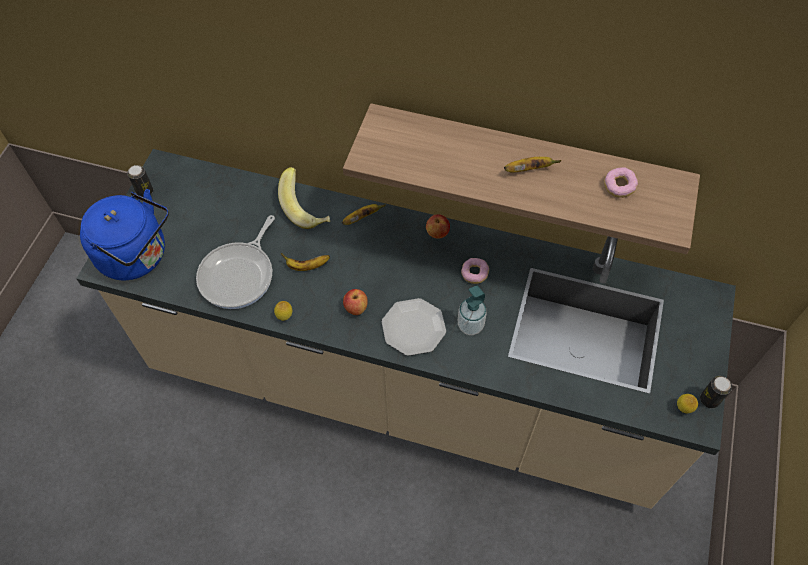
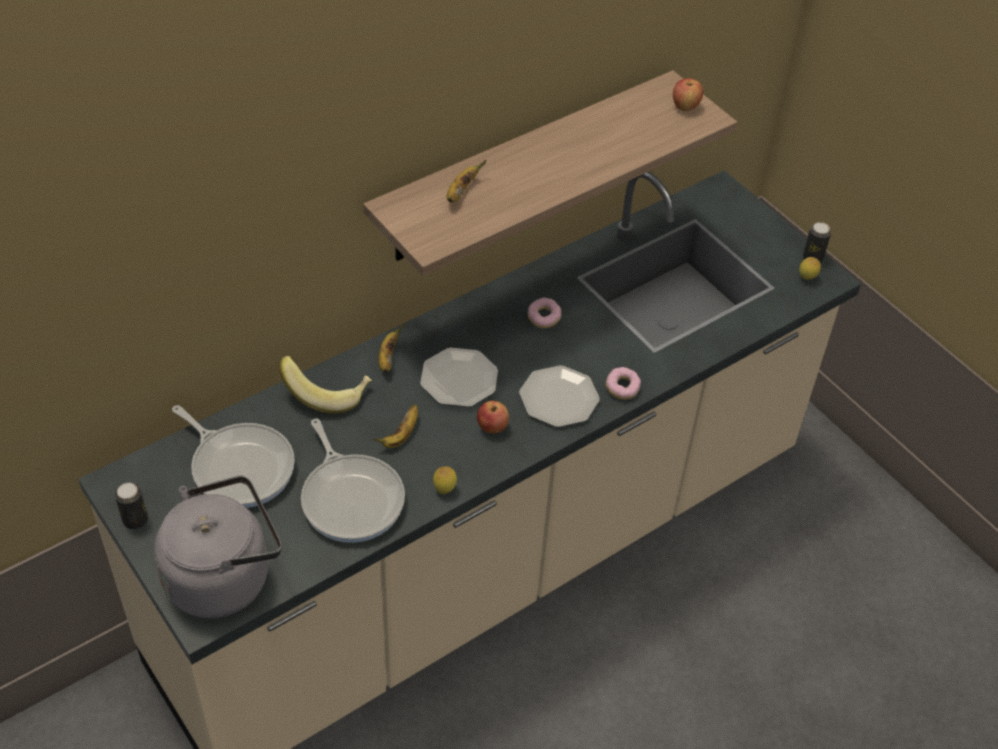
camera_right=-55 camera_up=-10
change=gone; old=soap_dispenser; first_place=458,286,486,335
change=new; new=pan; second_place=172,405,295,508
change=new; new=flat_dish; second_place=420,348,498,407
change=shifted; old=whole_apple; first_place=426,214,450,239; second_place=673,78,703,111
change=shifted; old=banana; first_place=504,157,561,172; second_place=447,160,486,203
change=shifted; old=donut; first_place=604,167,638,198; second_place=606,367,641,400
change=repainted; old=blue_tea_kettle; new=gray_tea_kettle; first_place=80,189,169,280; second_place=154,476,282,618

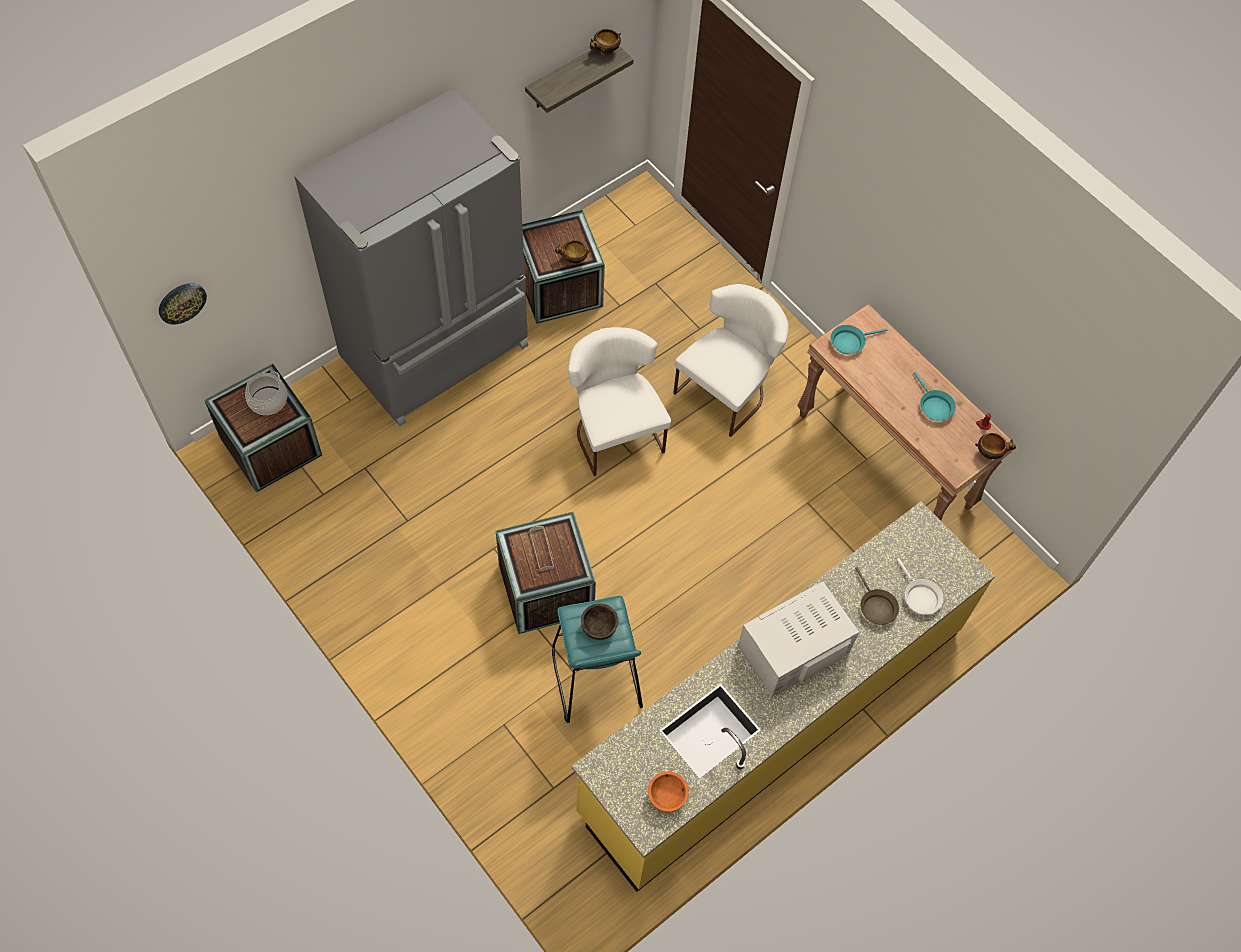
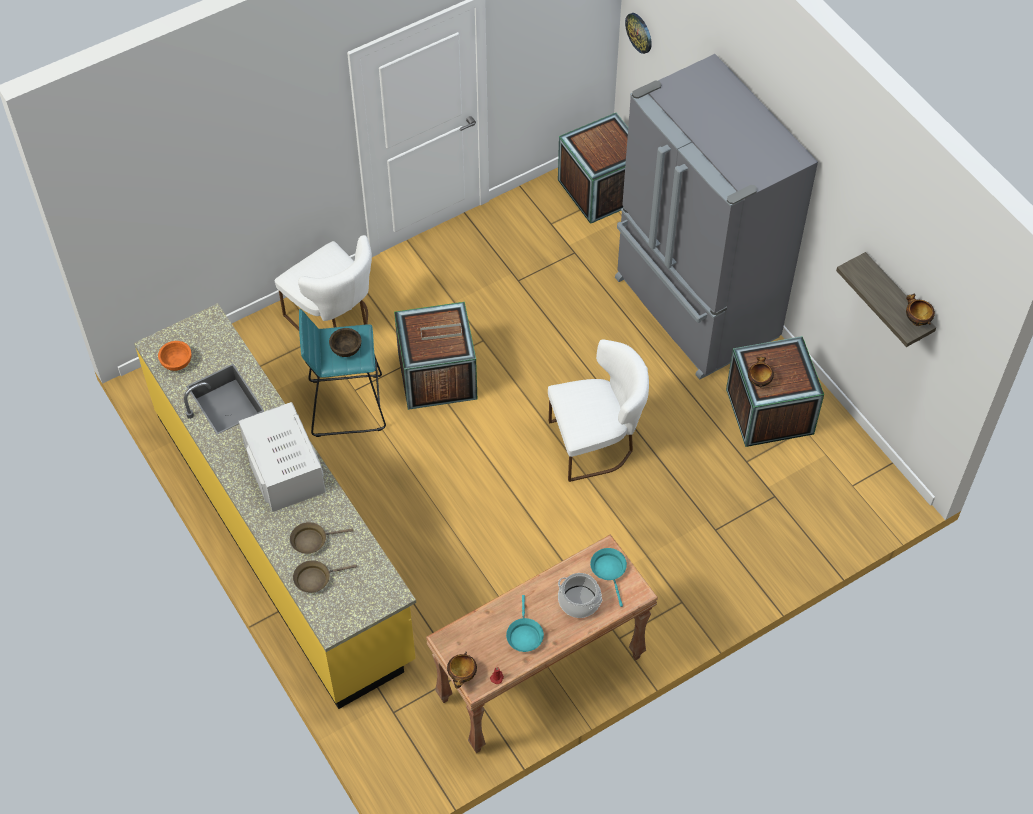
camera_right=100 camera_up=-5
change=shifted; old=saucepot; first_place=245,372,287,415; second_place=558,573,602,618
change=shifted; old=white-coloured_plain_chair; first_place=673,284,789,437; second_place=275,235,372,331
change=repainted; old=white-coloured_pan; new=brown_pan; first_place=897,558,943,615; second_place=293,560,357,593
change=rotated; old=blue-green_pan; first_place=914,372,956,421; second_place=506,595,544,652; degrees=-75

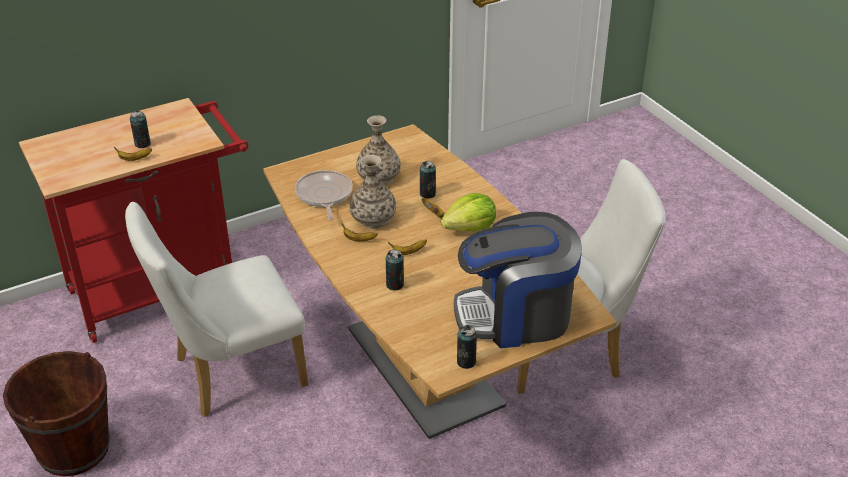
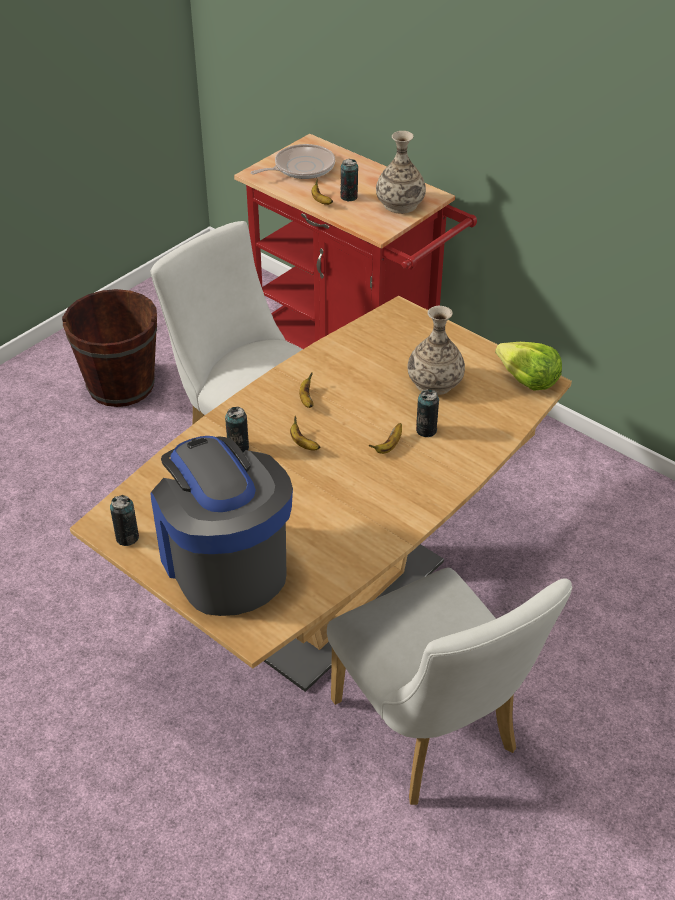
camera_right=70 camera_up=5
change=shifted; old=pan; first_place=295,170,353,220; second_place=250,144,335,179
change=shifted; old=decorative_vase; first_place=349,155,396,229; second_place=376,131,426,214
change=shifted; old=lettuce_head; first_place=441,193,496,231; second_place=495,342,562,391

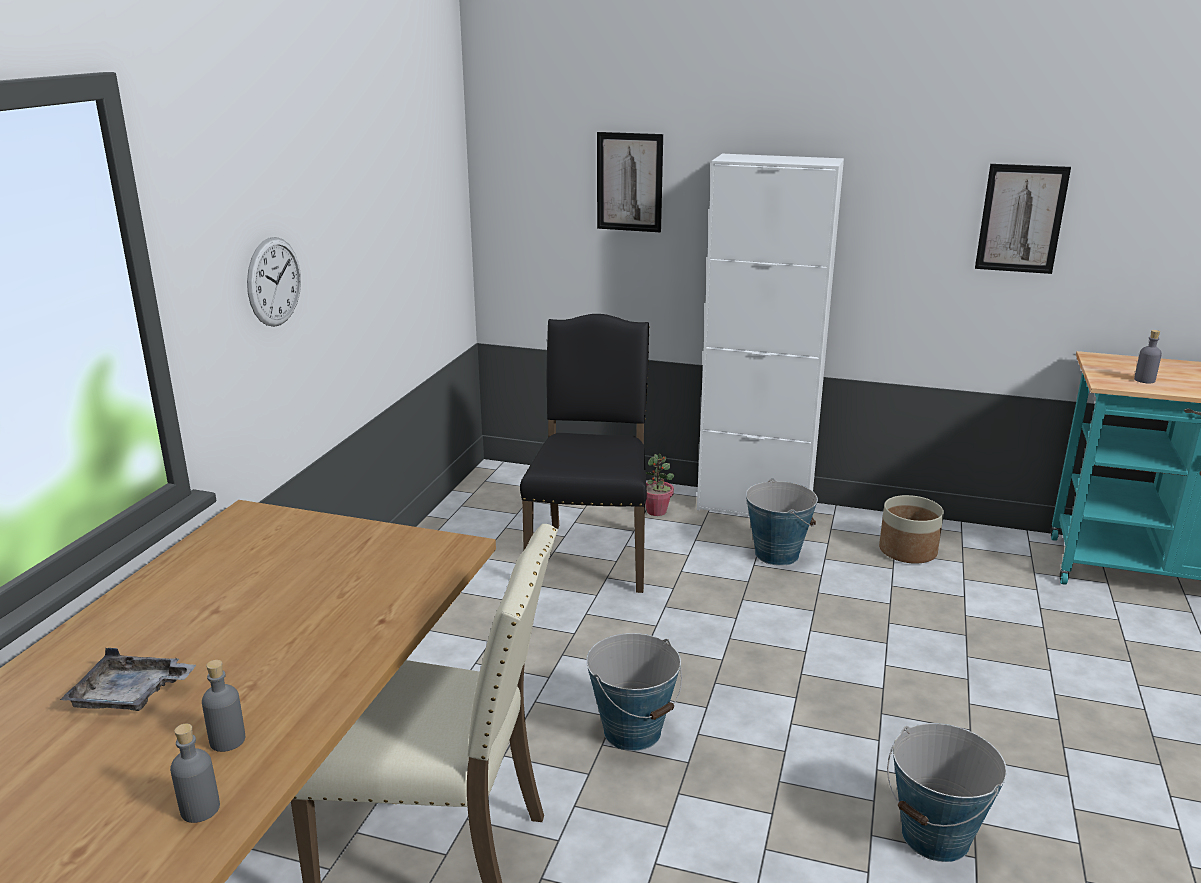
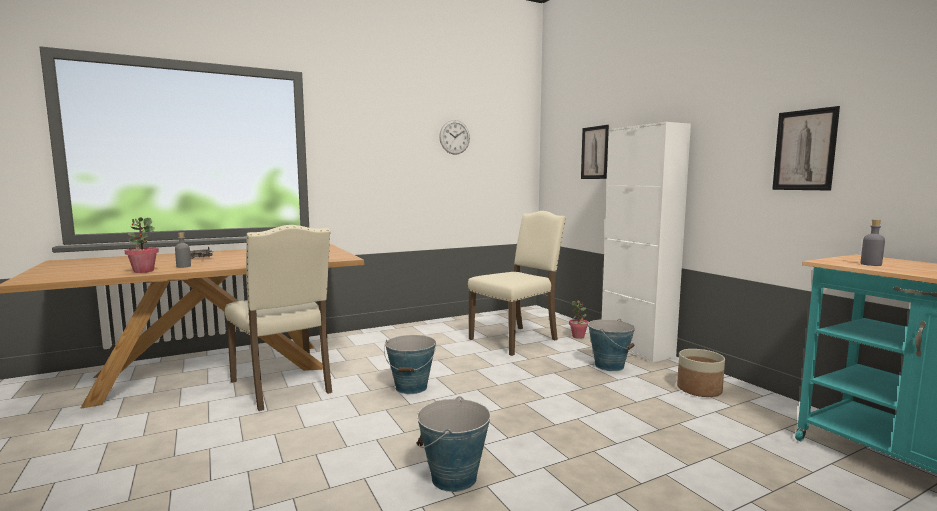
camera_right=45 camera_up=-15
change=shifted; old=clock_on_the_wall; first_place=247,237,301,327; second_place=439,120,470,155
change=swapped; old=gray_drink_bottle; new=houseplant; first_place=170,724,220,823; second_place=125,217,159,273
change=repainted; old=black_plain_chair; new=beige_plain_chair; first_place=520,314,650,593; second_place=468,211,566,356

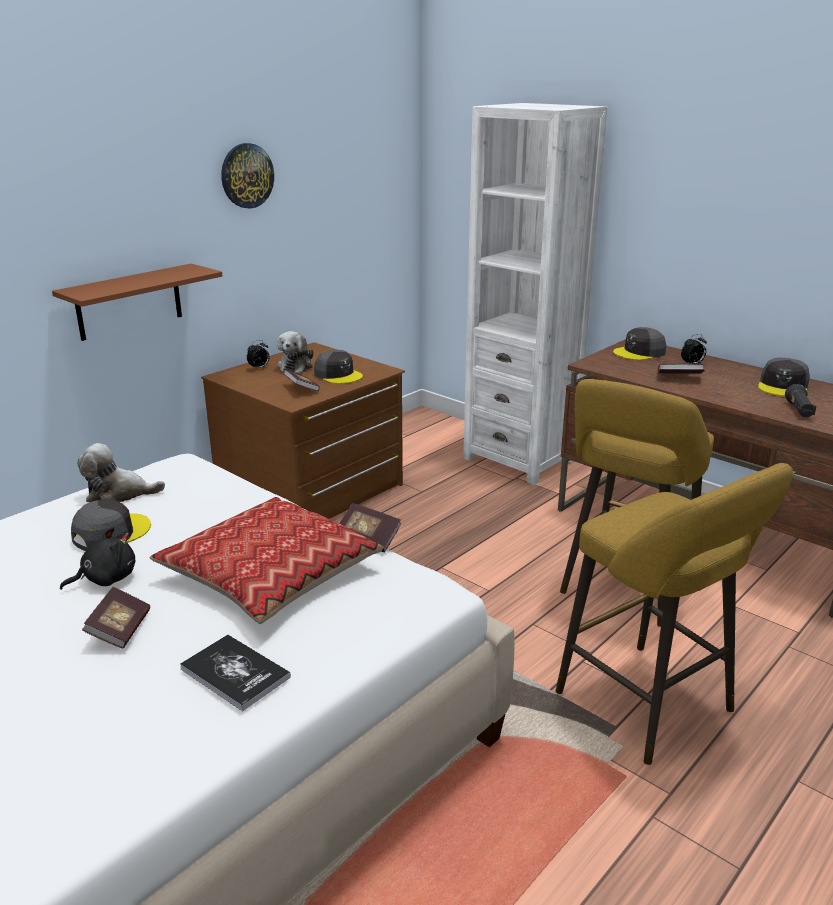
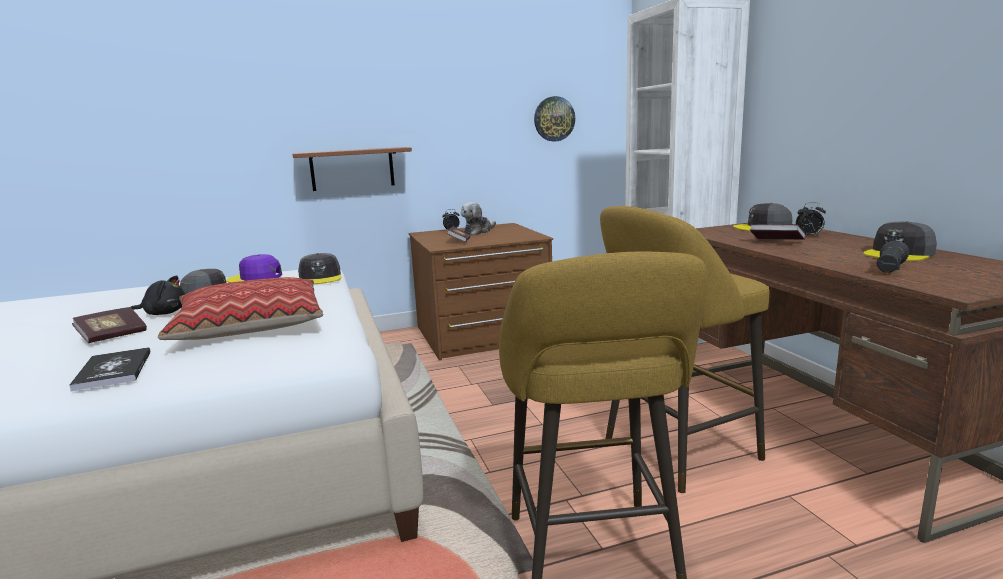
camera_right=30 camera_up=-10
change=gone; old=bound_book; first_place=339,503,402,552
change=shifted; old=clock_on_the_wall; first_place=221,143,274,209; second_place=534,96,575,141
change=shifted; old=gray_peaked_cap; first_place=314,350,363,384; second_place=298,253,341,284
change=swapped; old=plush_toy; new=purple-coloured_peaked_cap; first_place=77,443,165,502; second_place=226,254,282,283

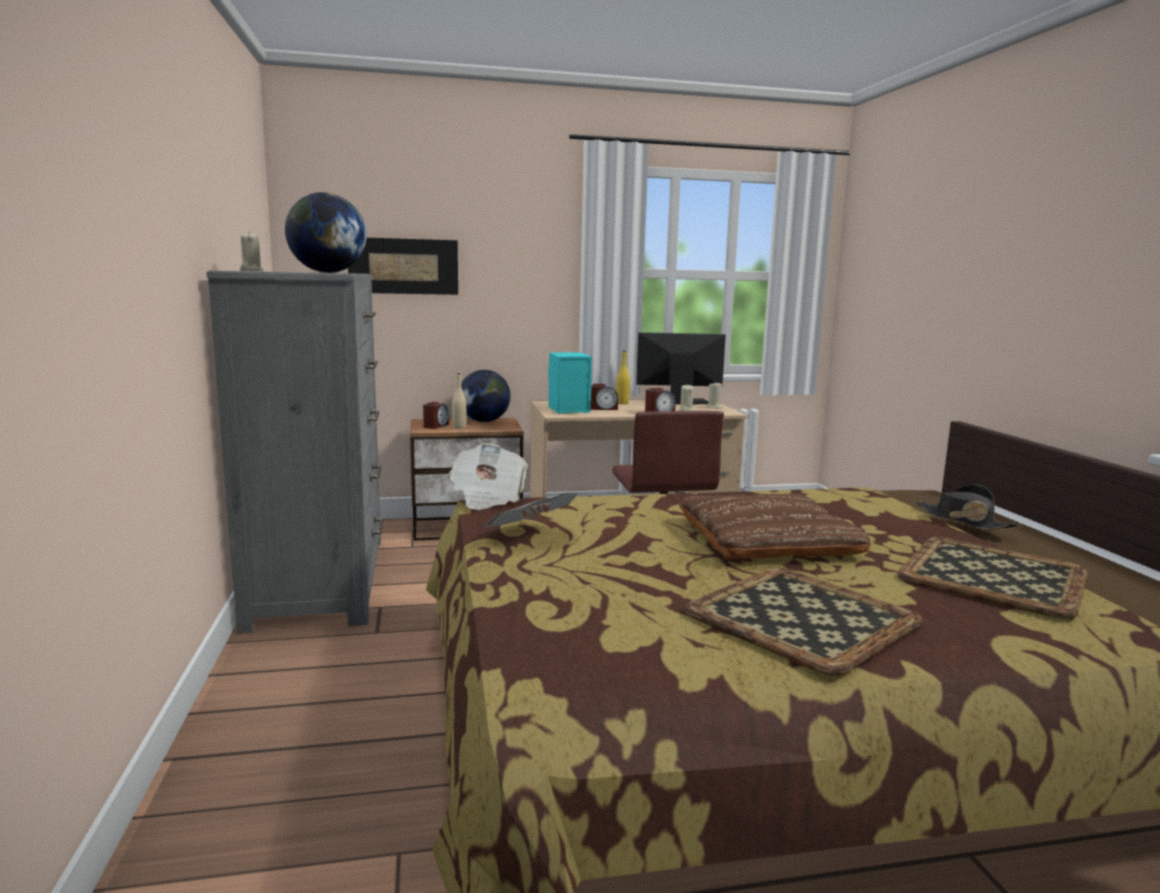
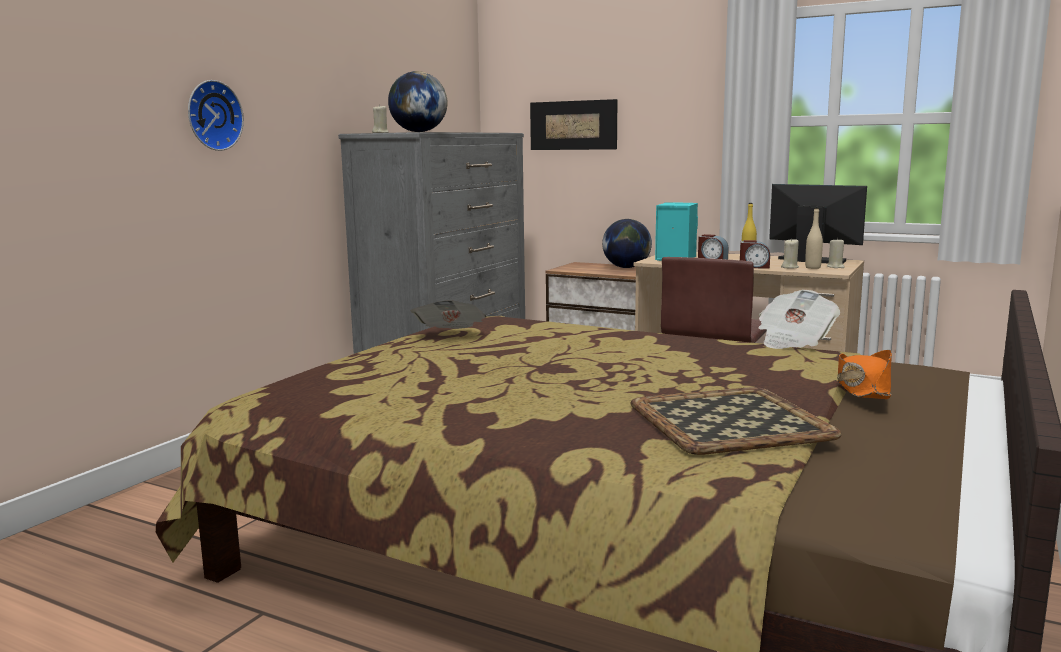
camera_right=40 camera_up=0
change=gone; old=table_clock; first_place=423,402,449,429
change=gone; old=brown_pillow; first_place=679,494,871,559
change=gone; old=carrying_tray; first_place=684,568,923,676
change=new; new=clock_on_the_wall; second_place=188,80,244,151
change=shifted; old=printed_paper; first_place=448,443,528,510; second_place=759,290,840,349
change=shifted; old=beige_drink_bottle; first_place=452,373,467,429; second_place=805,208,823,269
change=repainted; old=black_clothing_hat; new=orange-coloured_clothing_hat; first_place=916,484,1021,530; second_place=837,350,892,399

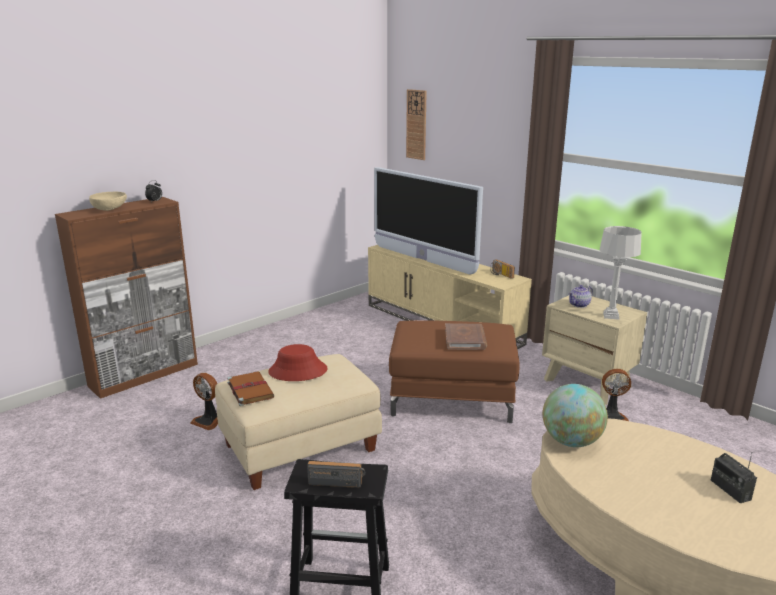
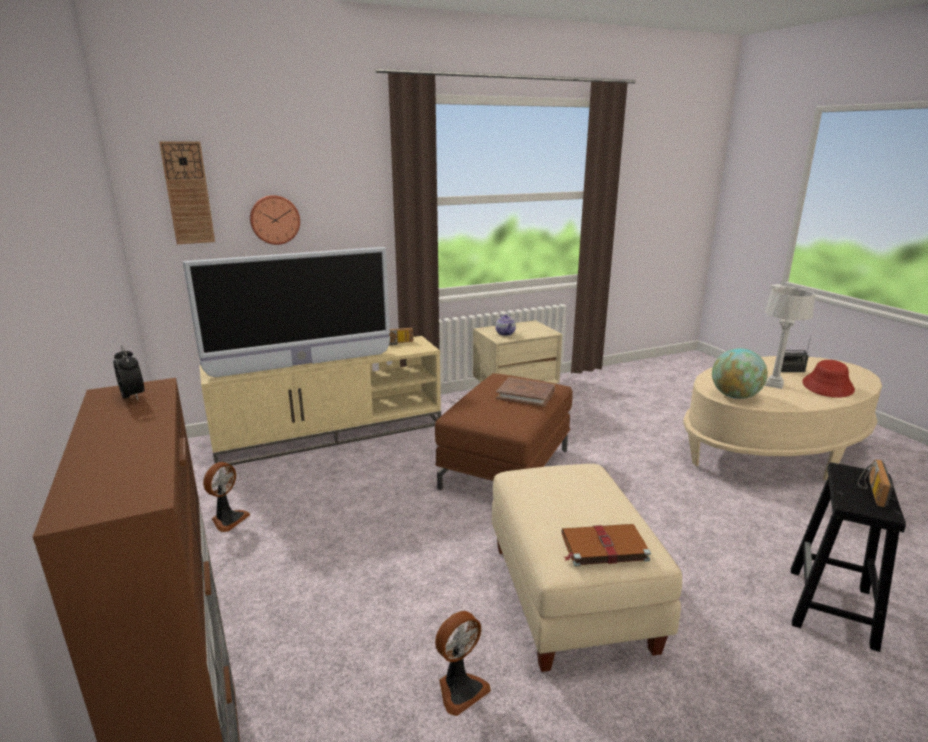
camera_right=-70 camera_up=0
change=gone; old=beige_deep_dish; first_place=89,192,127,211
change=new; new=clock_on_the_wall; second_place=250,195,300,245
change=shifted; old=red_clothing_hat; first_place=268,344,328,381; second_place=803,360,855,398
change=shifted; old=gray_lamp_for_a_table; first_place=600,226,641,320; second_place=765,287,815,389
change=shifted; old=electric_fan; first_place=602,369,631,421; second_place=203,462,250,532

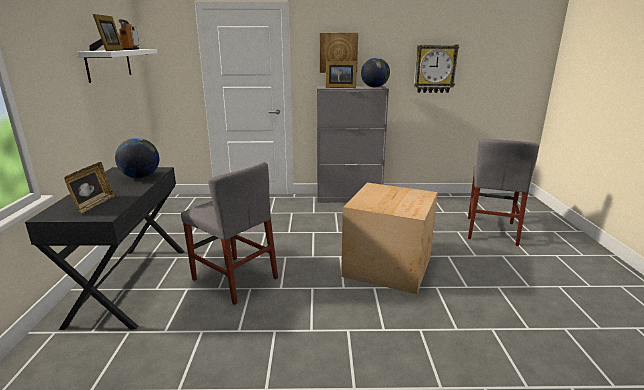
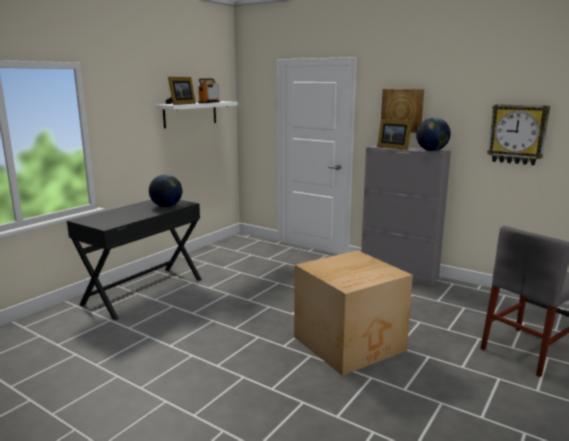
camera_right=35 camera_up=-5
change=gone; old=photo_frame; first_place=64,162,115,213
change=gone; old=gray_plain_chair; first_place=181,162,278,305

